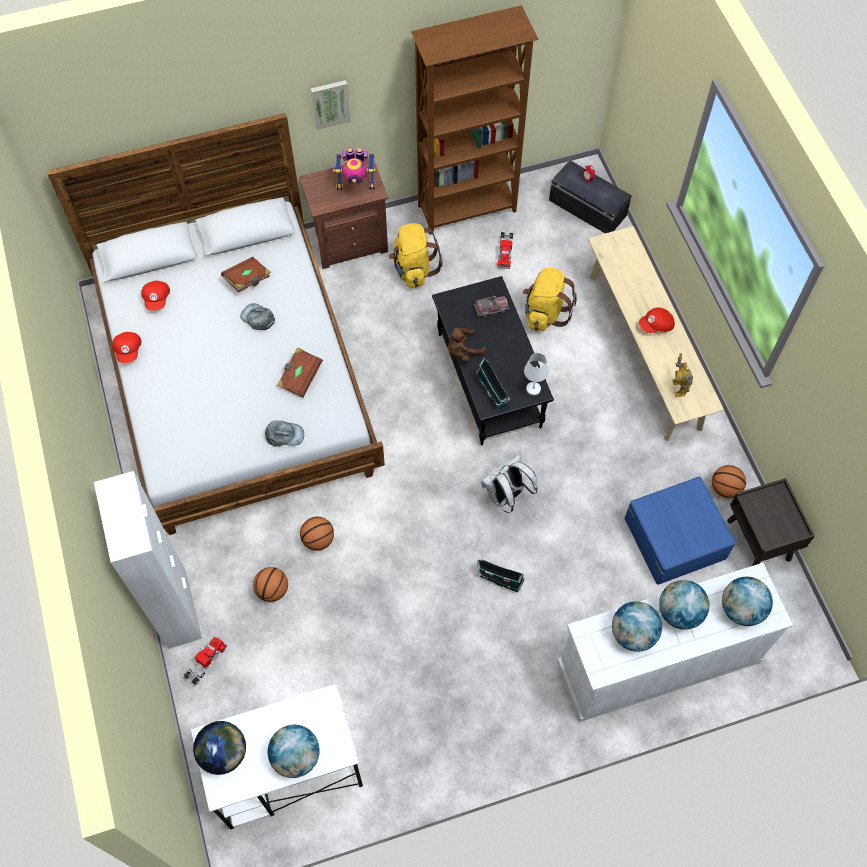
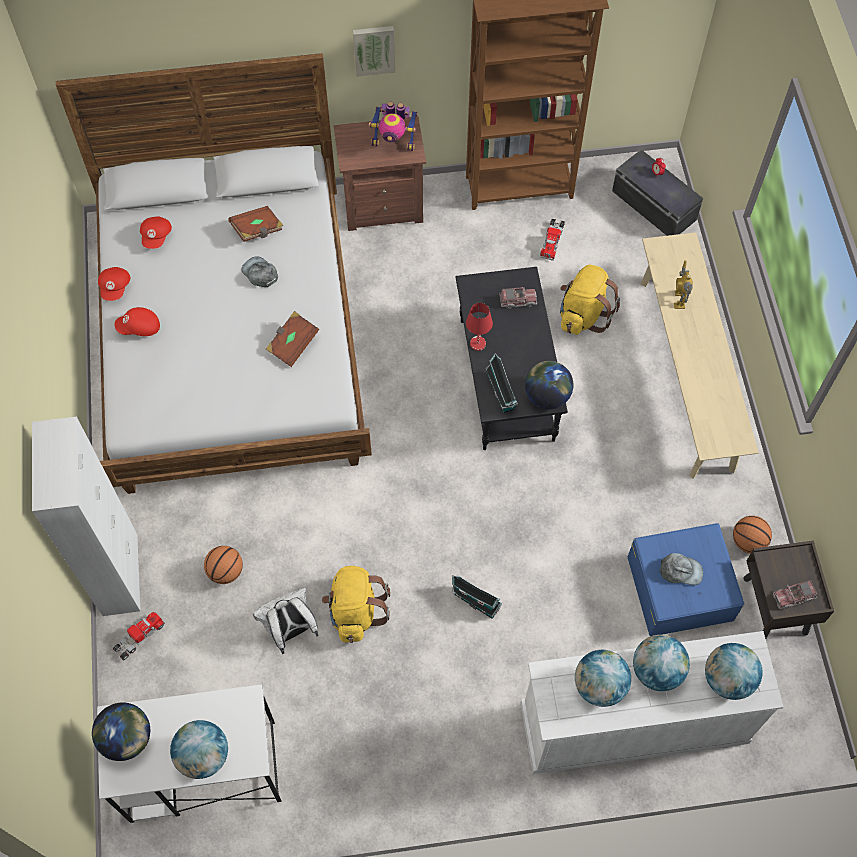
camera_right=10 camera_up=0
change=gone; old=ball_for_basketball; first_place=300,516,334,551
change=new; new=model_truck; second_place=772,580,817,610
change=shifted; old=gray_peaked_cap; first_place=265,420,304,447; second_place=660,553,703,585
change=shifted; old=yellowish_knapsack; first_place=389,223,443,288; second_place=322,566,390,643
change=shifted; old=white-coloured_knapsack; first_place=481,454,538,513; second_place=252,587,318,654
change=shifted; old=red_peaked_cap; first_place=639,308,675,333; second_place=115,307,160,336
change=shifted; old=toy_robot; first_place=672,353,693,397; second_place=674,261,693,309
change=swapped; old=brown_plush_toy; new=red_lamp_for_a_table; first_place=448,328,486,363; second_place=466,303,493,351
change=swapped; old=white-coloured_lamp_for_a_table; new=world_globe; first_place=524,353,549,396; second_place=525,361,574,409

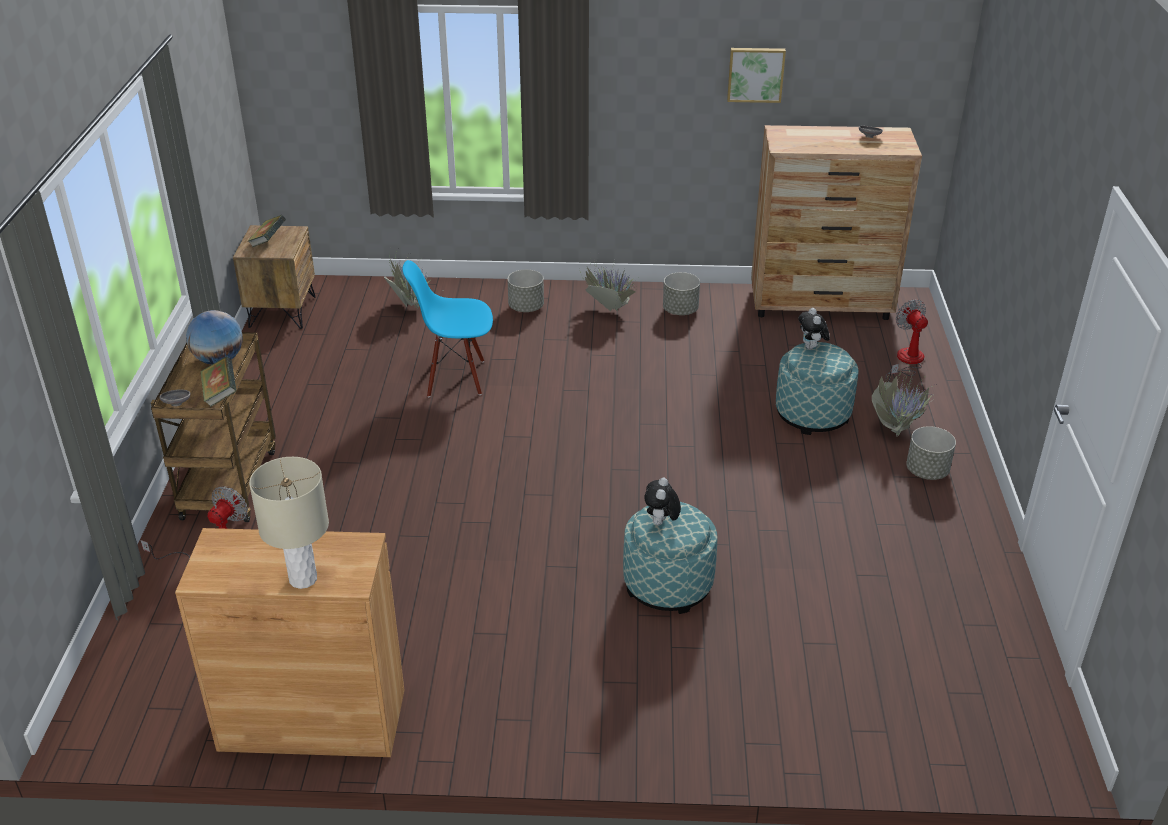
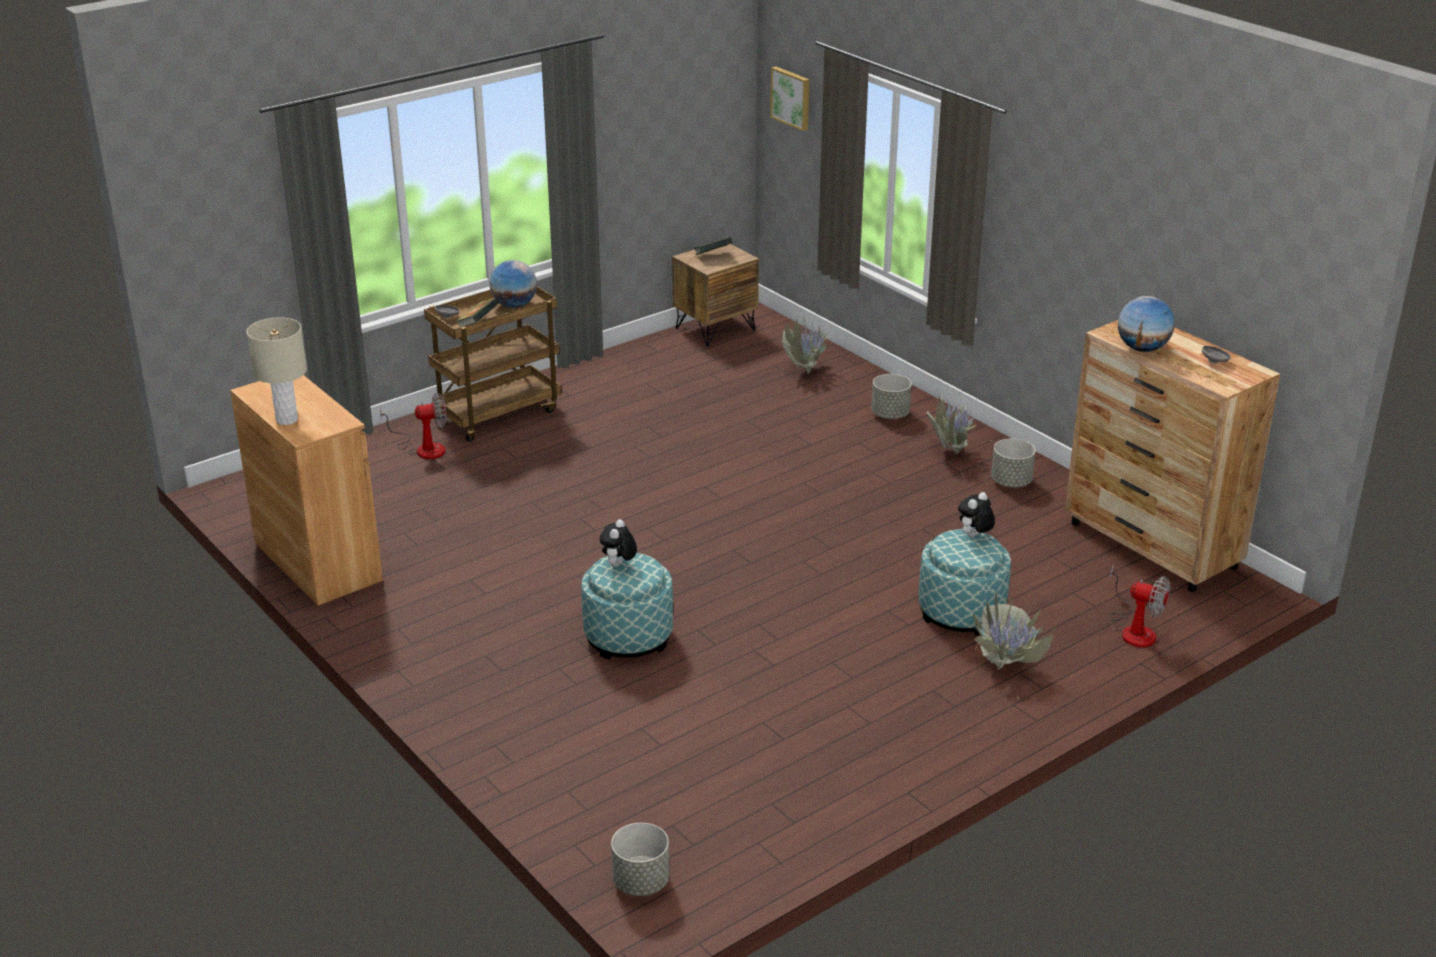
camera_right=50 camera_up=-5
change=gone; old=blue_plain_chair; first_place=403,260,493,397
change=new; new=world_globe; second_place=1118,296,1175,352
change=shifted; old=picture; first_place=727,48,786,103; second_place=770,67,809,131
change=shifted; old=gray_flower_pot; first_place=906,426,956,480; second_place=611,823,669,896
change=rotated; old=plush_toy; first_place=644,477,681,525; second_place=600,519,637,567; degrees=-45
change=rotated; old=electric_fan; first_place=885,299,928,382; second_place=1109,565,1170,647; degrees=90

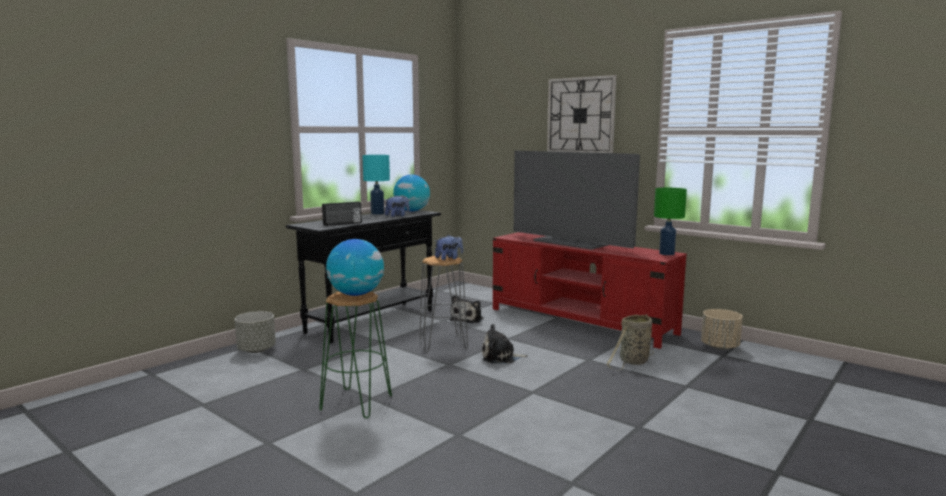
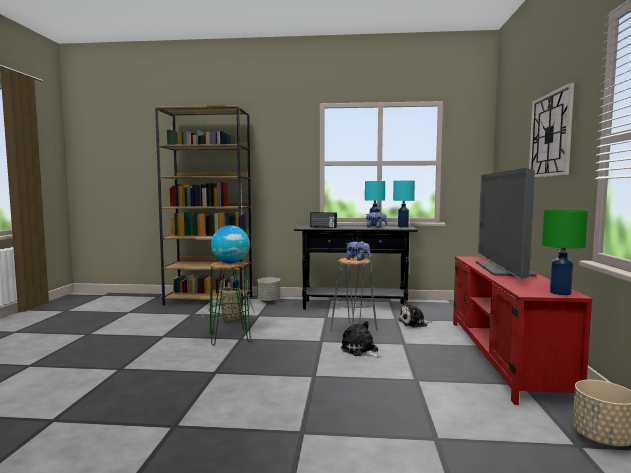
camera_right=55 camera_up=-5
change=new; new=brown_shelving_unit; second_place=155,105,252,307
change=shifted; old=basket; first_place=607,314,654,370; second_place=202,287,255,322
change=swapped; old=world_globe; new=blue-green_lamp_for_a_table; first_place=393,175,430,211; second_place=393,181,415,228

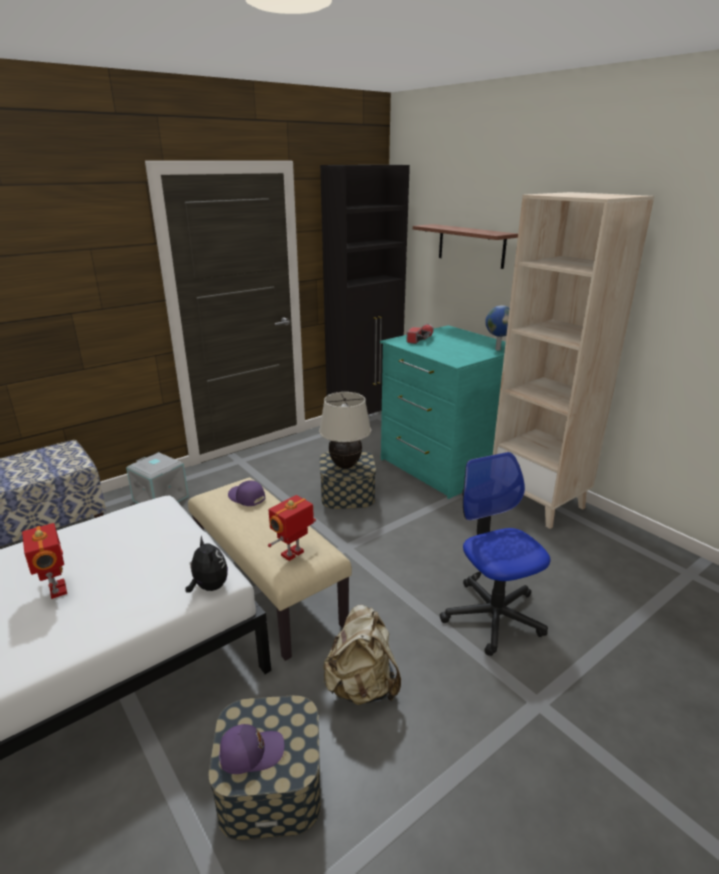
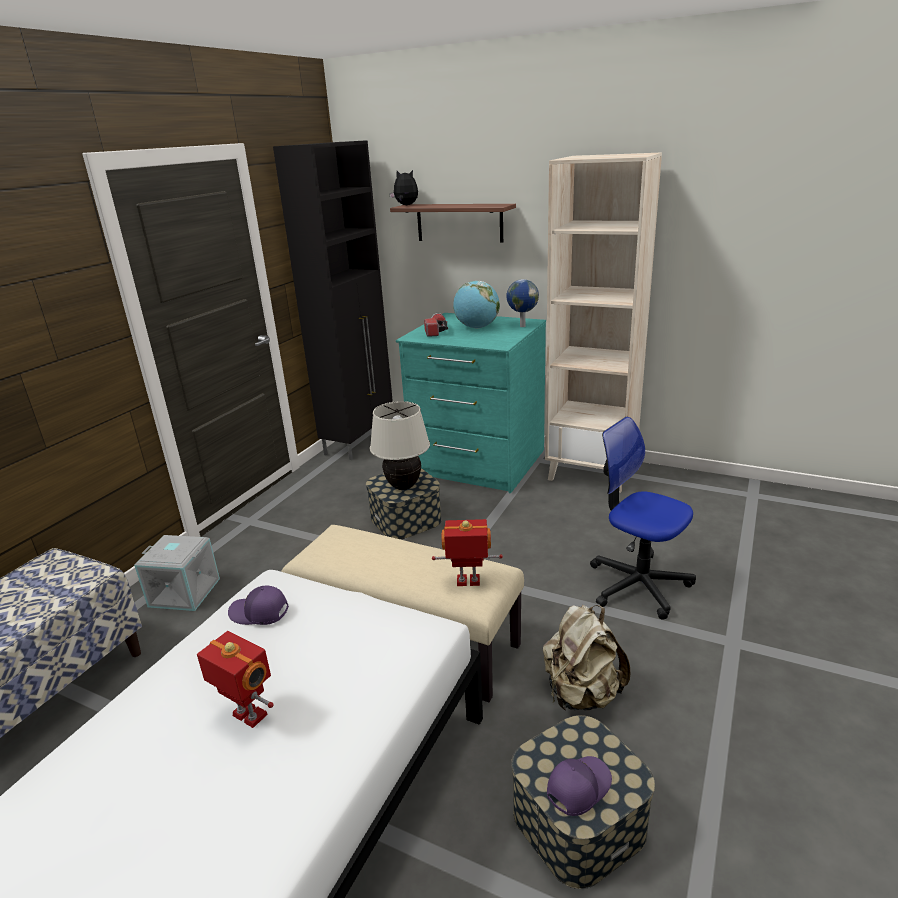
camera_right=-25 camera_up=0
change=new; new=world_globe; second_place=453,281,500,329
change=shifted; old=plush_toy; first_place=185,535,228,593; second_place=389,170,418,205
change=shifted; old=purple-coloured_peaked_cap; first_place=228,480,265,506; second_place=228,586,289,625
change=rotated; old=toy_robot; first_place=268,495,316,561; second_place=432,519,503,586; degrees=75

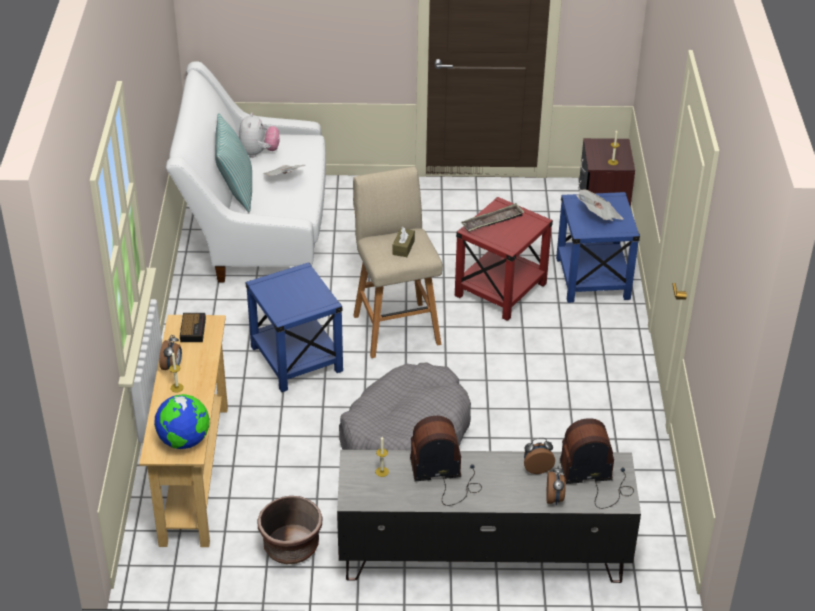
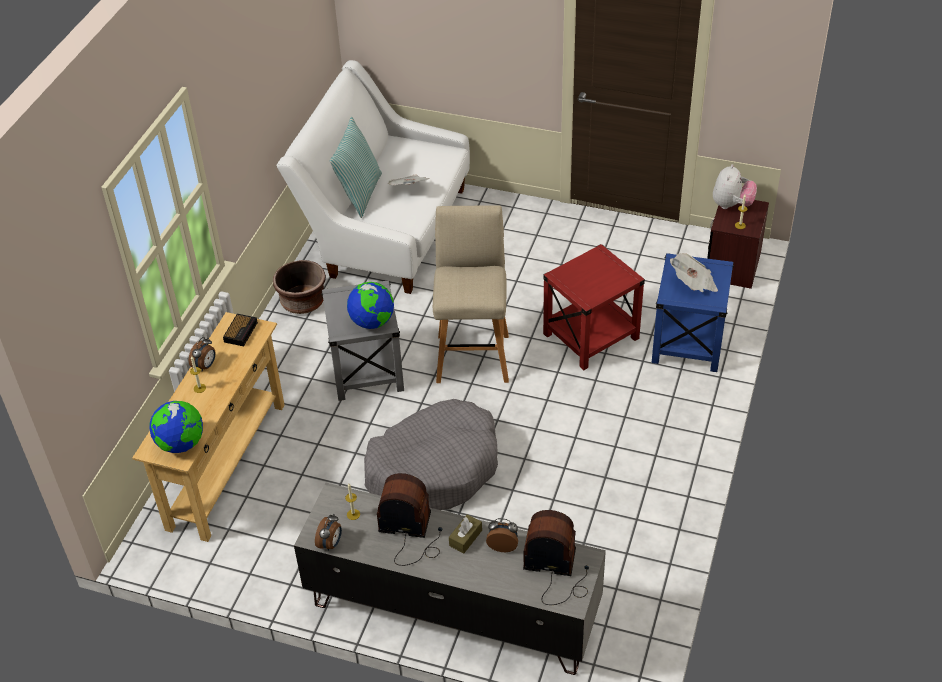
camera_right=20 camera_up=5
change=gone; old=carrying_tray; first_place=461,203,524,232
change=new; new=world_globe; second_place=347,282,394,329
change=shifted; old=plush_toy; first_place=239,113,280,158; second_place=713,164,757,209
change=shifted; old=brown_flower_pot; first_place=257,496,323,564; second_place=273,260,326,314
change=shifted; old=brown_box_of_tissues; first_place=392,227,415,257; second_place=449,515,482,553
change=shifted; old=table_clock; first_place=546,466,566,505; second_place=315,514,342,551
change=repainted; old=blue_accent_table; new=gray_accent_table; first_place=246,262,343,392; second_place=321,280,404,401

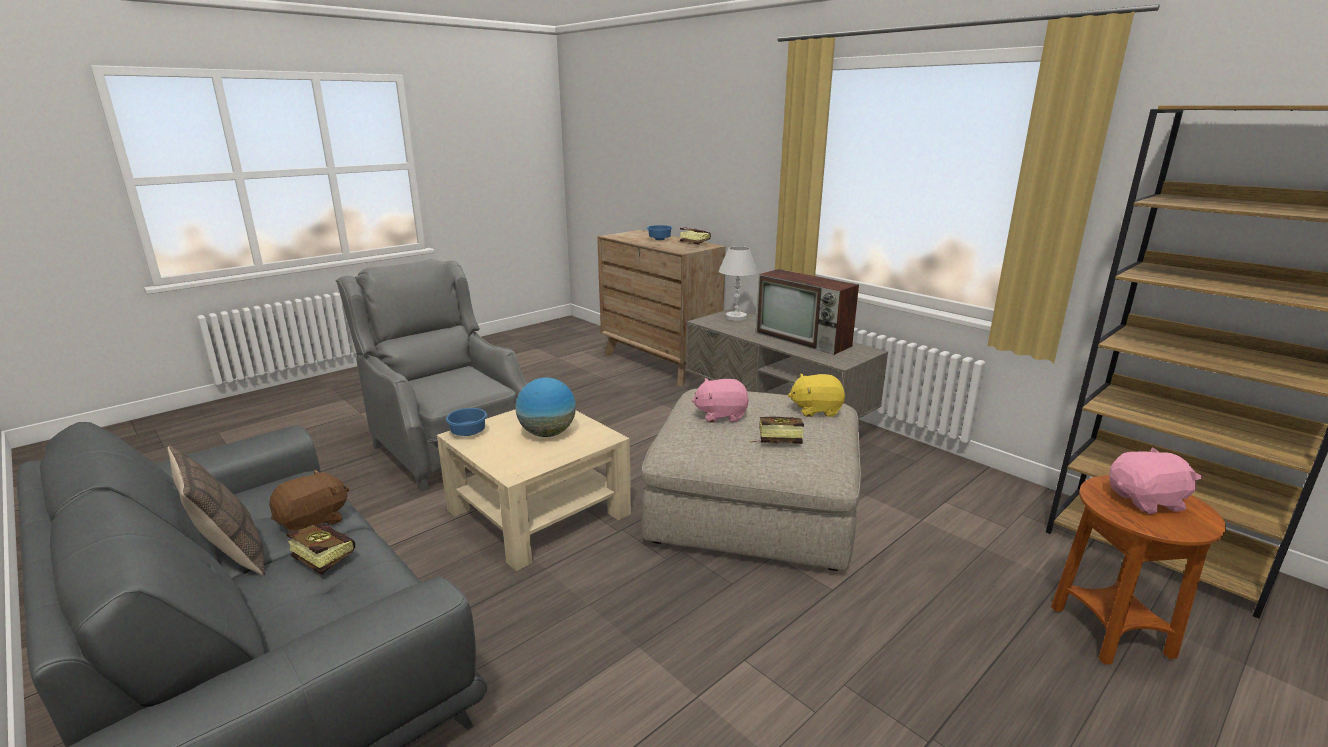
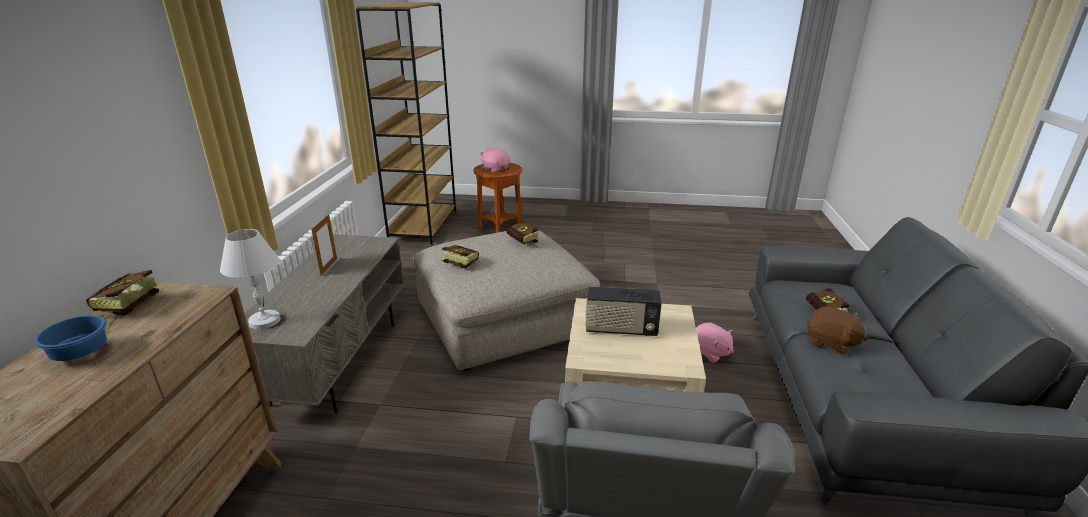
camera_right=-130 camera_up=5
change=gone; old=pillow; first_place=167,445,265,576
change=gone; old=blue_deep_dish; first_place=446,408,487,436
change=gone; old=yellowish_plush_toy; first_place=788,374,845,417
change=new; new=bound_book; second_place=441,245,479,269
change=shifted; old=pink_plush_toy; first_place=691,378,749,423; second_place=696,323,734,363
change=swapped; old=world_globe; new=radio_receiver; first_place=516,377,576,437; second_place=585,286,661,336
change=swapped; old=television; new=photo_frame; first_place=756,269,859,355; second_place=311,214,337,276
change=rotated; old=brown_plush_toy; first_place=269,469,349,531; second_place=807,306,867,355; degrees=-150

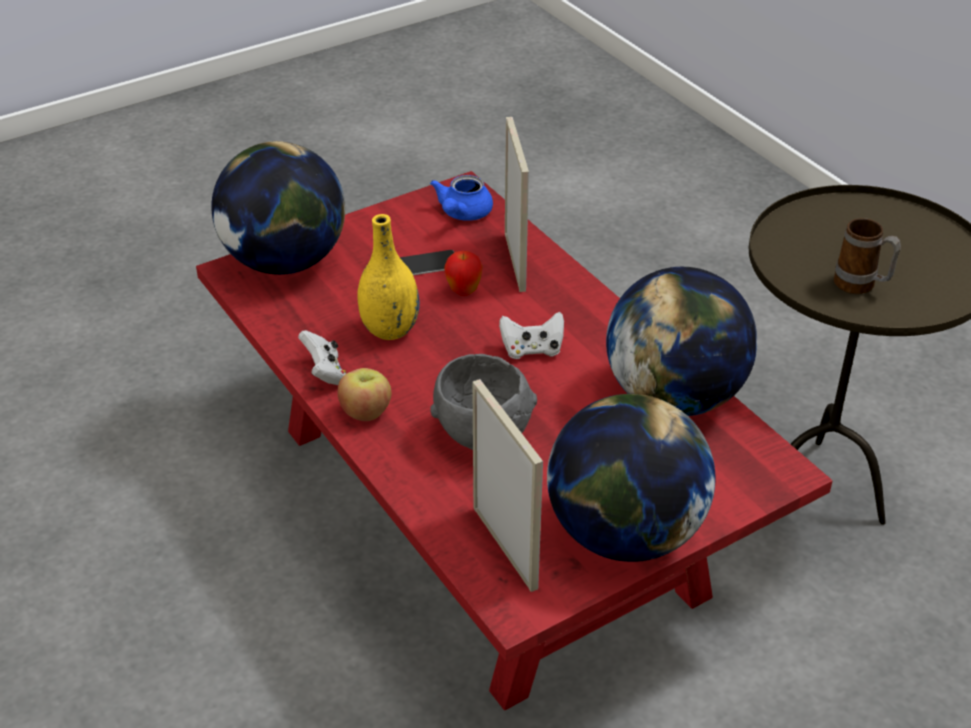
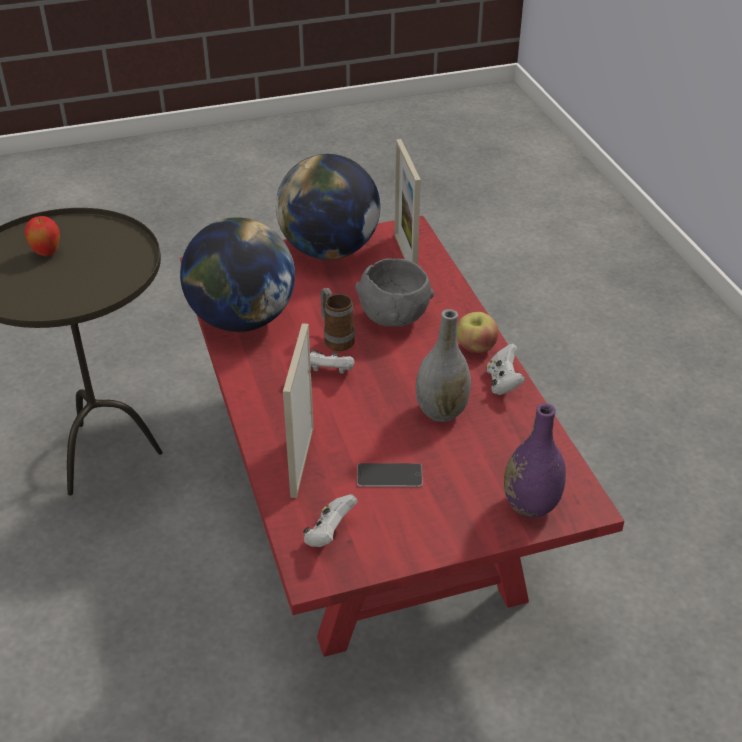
camera_right=-165 camera_up=0
change=shifted; old=whole_apple; first_place=444,251,483,296; second_place=24,216,60,256
change=shifted; old=coffee_mug; first_place=834,218,901,294; second_place=320,288,355,351
change=swapped; old=world_globe; new=purple-coloured_decorative_vase; first_place=211,141,345,275; second_place=504,403,566,517
change=swapped; old=blue_tea_pot; new=white-coloured_game_controller; first_place=430,175,493,221; second_place=303,494,358,547
change=repainted; old=yellowish_decorative_vase; new=gray_decorative_vase; first_place=357,214,420,340; second_place=416,309,471,422

